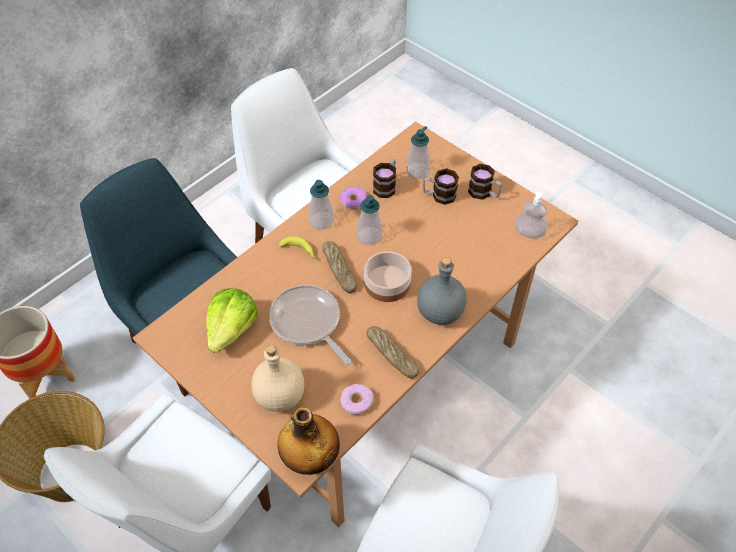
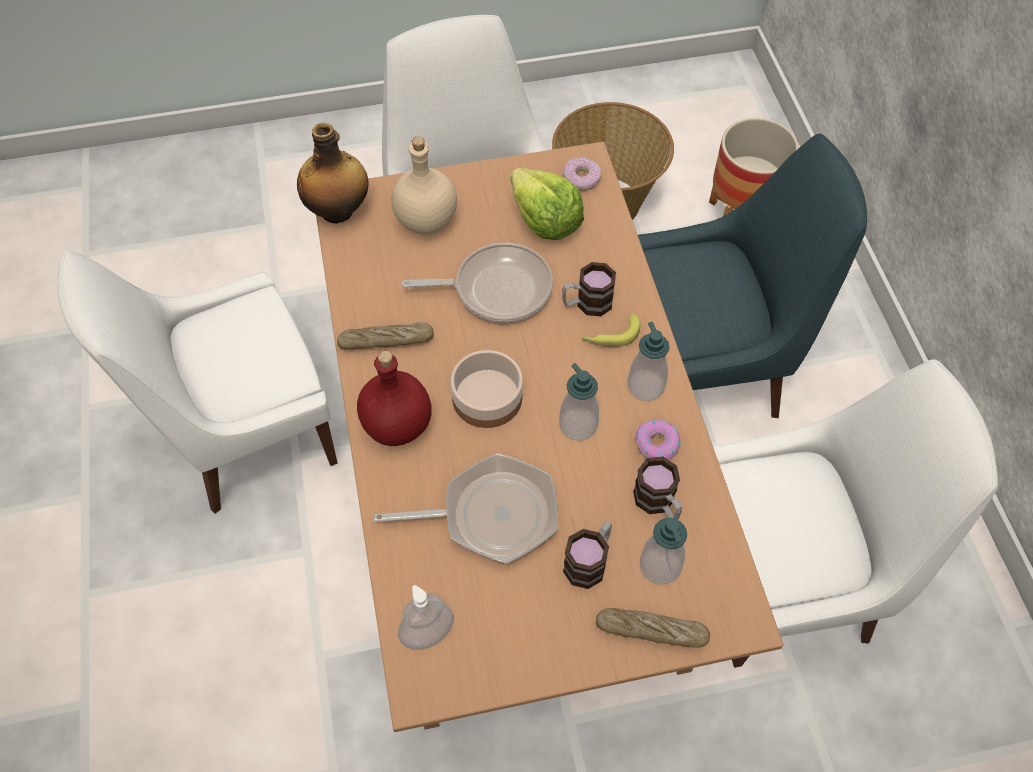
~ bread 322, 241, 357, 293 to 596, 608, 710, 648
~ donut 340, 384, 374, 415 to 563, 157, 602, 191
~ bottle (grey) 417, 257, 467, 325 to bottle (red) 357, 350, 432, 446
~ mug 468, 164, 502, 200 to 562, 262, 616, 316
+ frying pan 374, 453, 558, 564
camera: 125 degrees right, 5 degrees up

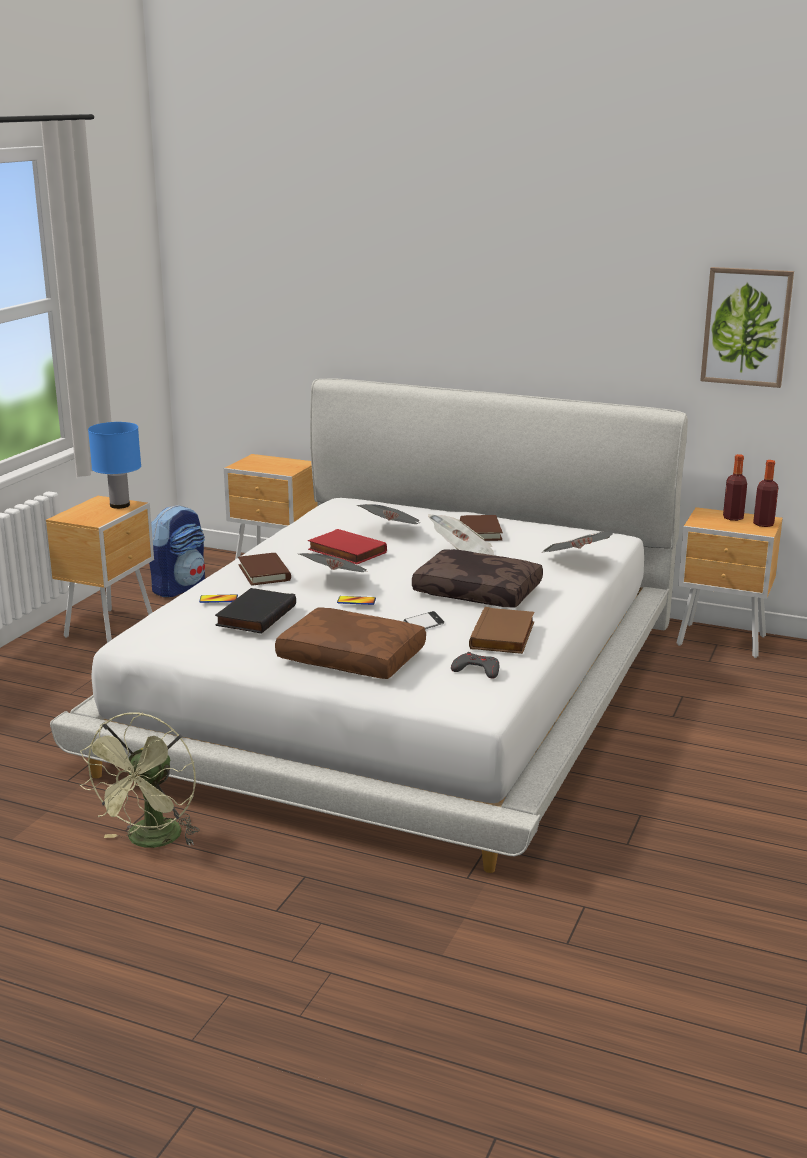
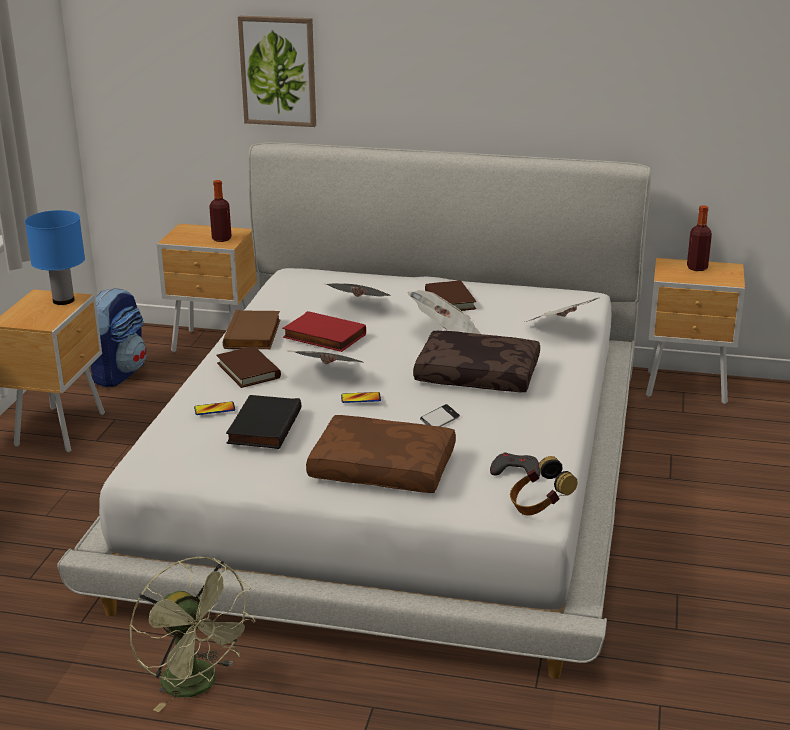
~ fan (green) 80, 712, 200, 848 = 129, 557, 256, 712 45 degrees counterclockwise
~ book (brown) 469, 607, 534, 654 to 223, 310, 281, 349
~ picture 700, 267, 794, 388 to 238, 16, 316, 127
~ bottle 753, 460, 778, 527 to 209, 180, 232, 242
+ headphones 510, 456, 578, 516
camera: 10 degrees left, 5 degrees up

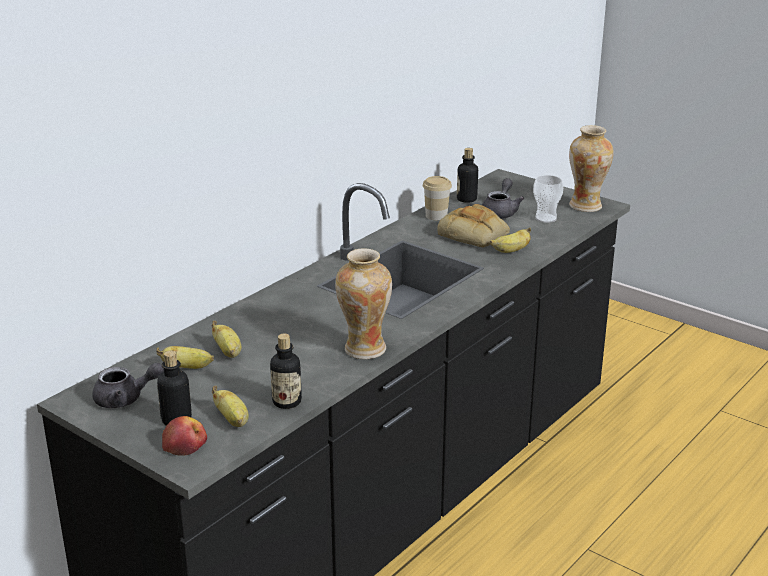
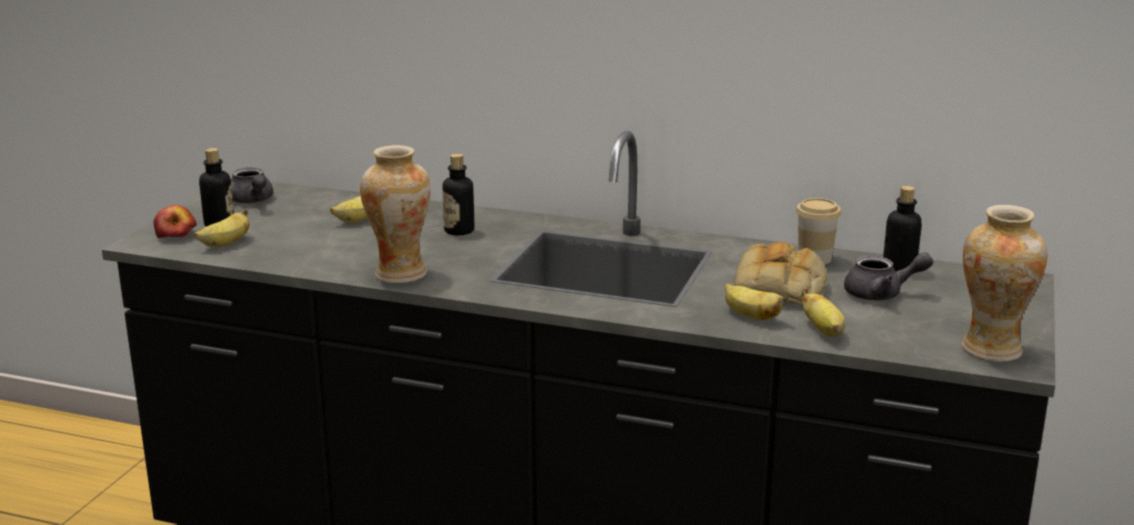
~ banana 156, 346, 214, 369 to 801, 288, 845, 337
~ bottle 270, 334, 302, 409 to 442, 154, 474, 235
- cup 533, 175, 563, 223
camera: 70 degrees right, 5 degrees down

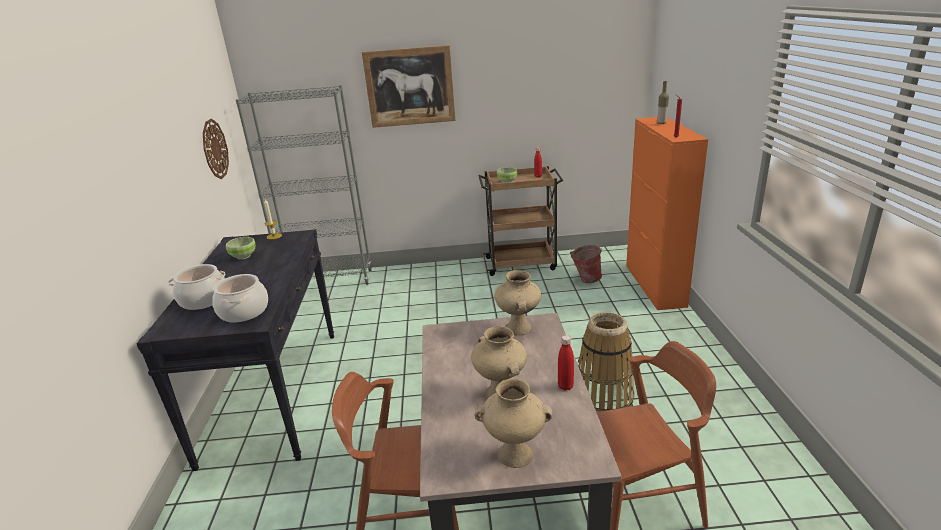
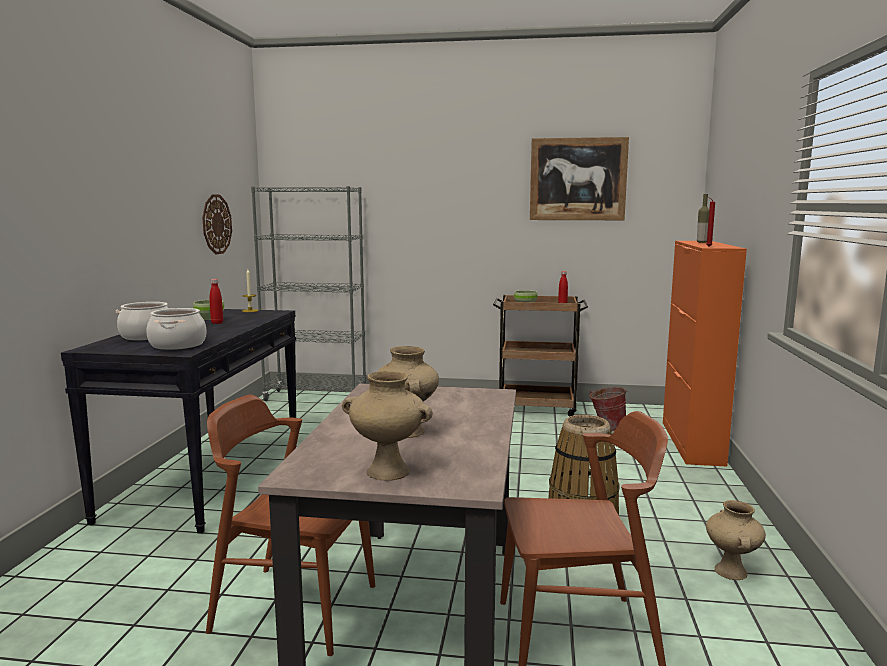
~ picture 362, 45, 456, 128 to 530, 137, 629, 220
~ vase (beige) 494, 270, 541, 335 to 706, 500, 766, 580
~ bottle (red) 558, 335, 574, 391 to 209, 279, 223, 324
camera: 10 degrees right, 15 degrees down

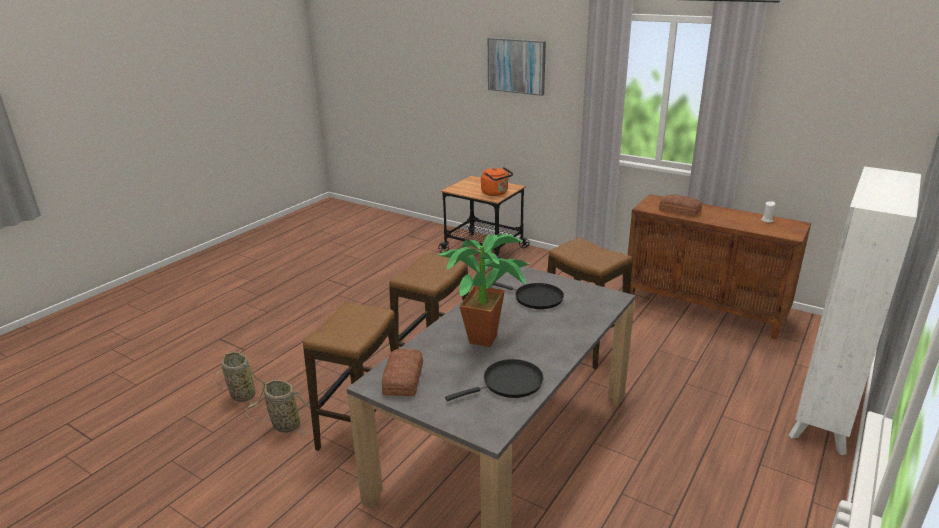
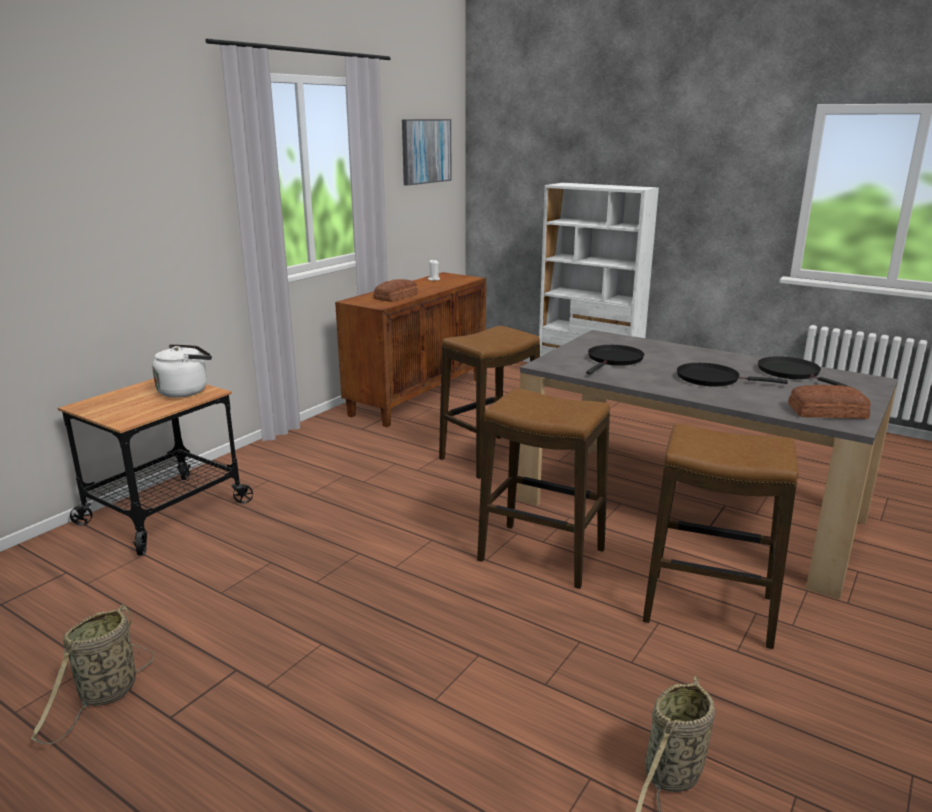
~ basket 246, 380, 313, 434 to 31, 604, 154, 744
~ potted plant 438, 234, 530, 347 to frying pan (black) 677, 363, 788, 387
~ kettle (orange) 481, 167, 513, 196 to kettle (white) 152, 344, 212, 398
~ picture 488, 38, 546, 96 to 402, 119, 452, 186
camera: 90 degrees left, 5 degrees down

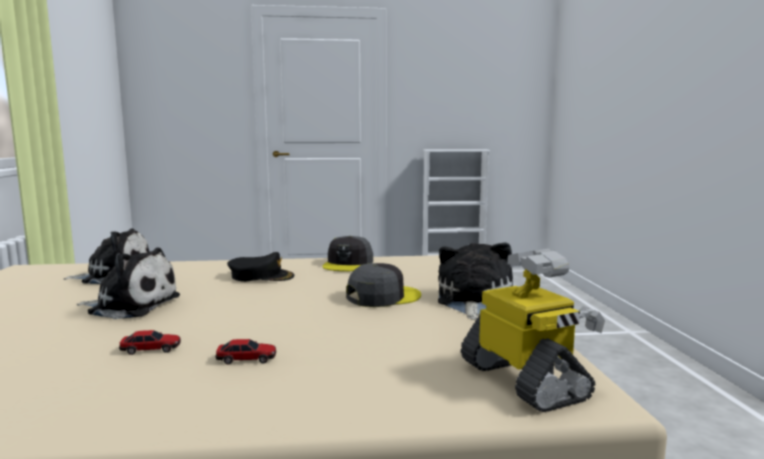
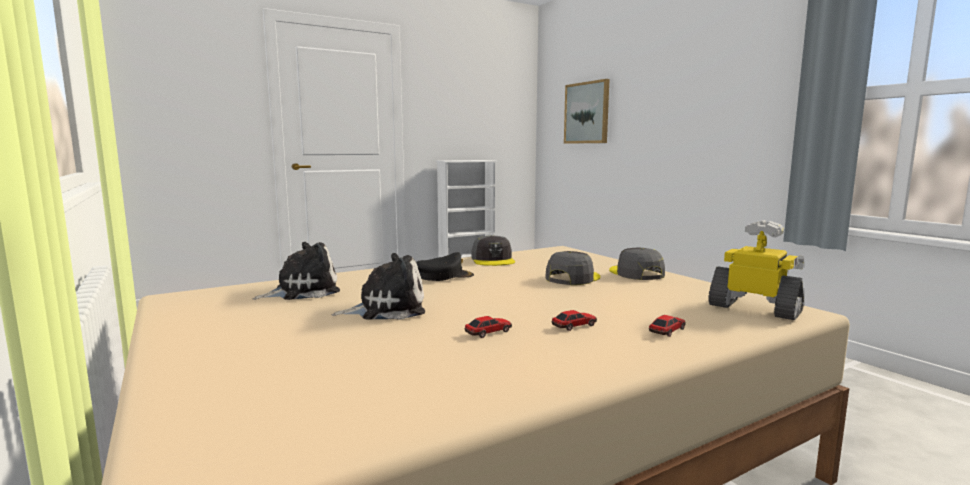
~ plush toy 438, 242, 513, 320 to cap (grey) 609, 248, 665, 280
+ picture 564, 79, 609, 144
+ toy car 649, 315, 686, 337
camera: 25 degrees left, 0 degrees up

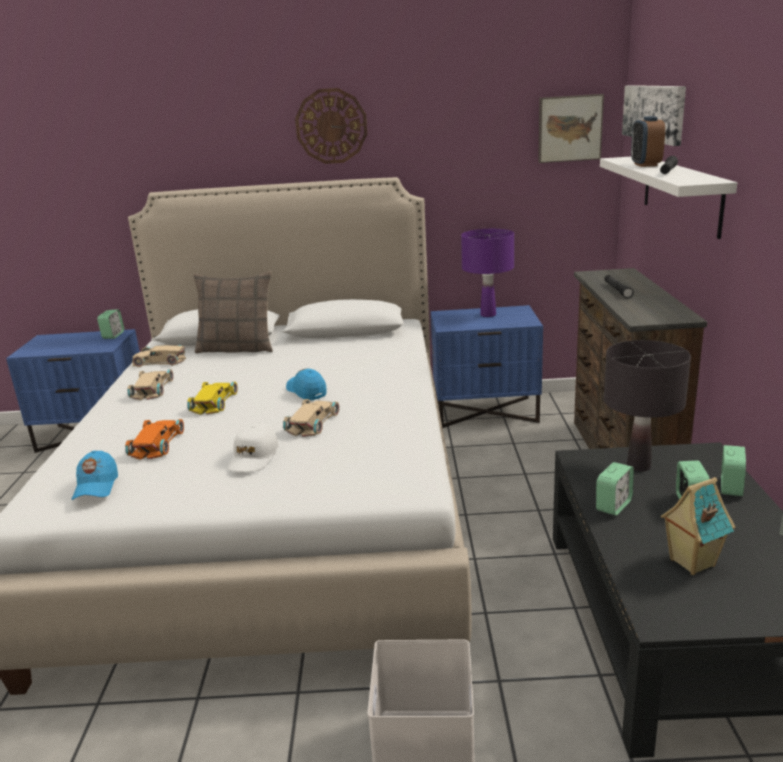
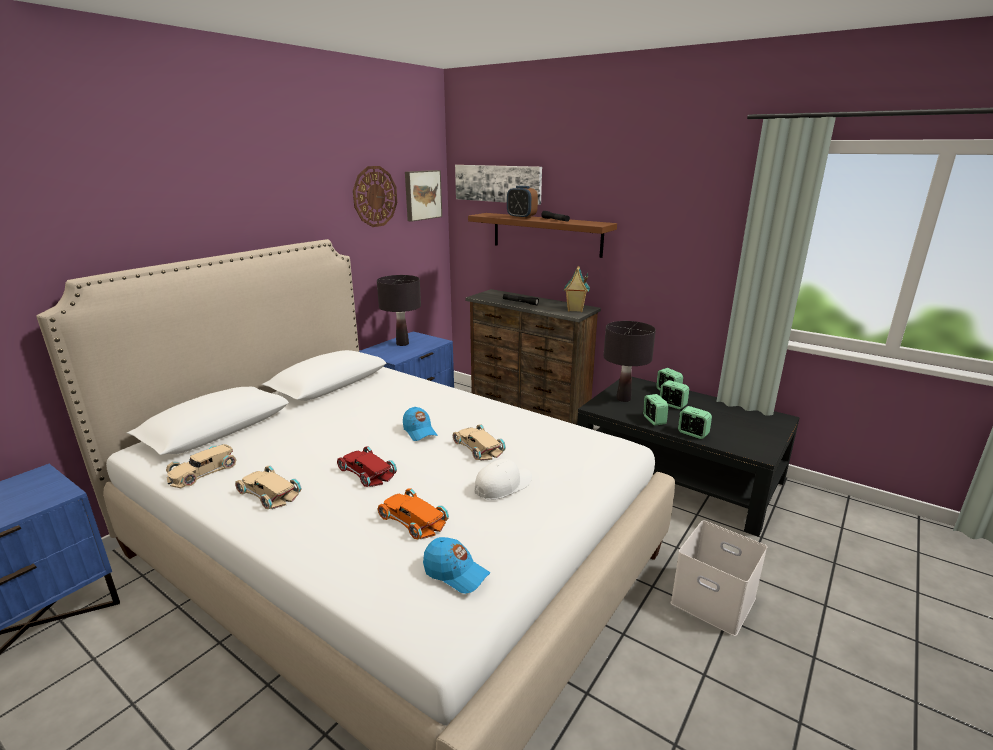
~ alarm clock 97, 309, 124, 339 to 678, 406, 712, 439
~ toy car (yellow) 187, 382, 237, 415 to toy car (red) 337, 446, 397, 487
- pillow 193, 271, 273, 354
~ cap (white) 228, 423, 279, 472 = 475, 459, 532, 500 90 degrees counterclockwise
~ cap (blue) 286, 368, 326, 400 = 403, 407, 438, 441 120 degrees counterclockwise
~ wall clock 295, 88, 367, 164 to 353, 166, 397, 227
~ table lamp (purple) 461, 229, 514, 317 to table lamp (black) 377, 275, 421, 346
~ shelf (white) 600, 157, 737, 239 to shelf (brown) 468, 213, 617, 258
~ toy house 661, 477, 735, 575 to 563, 266, 590, 312
camera: 55 degrees left, 0 degrees up

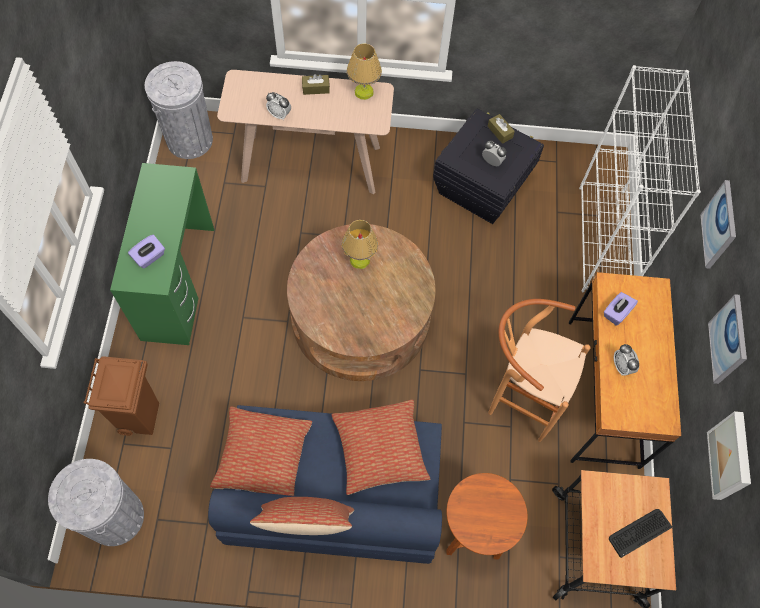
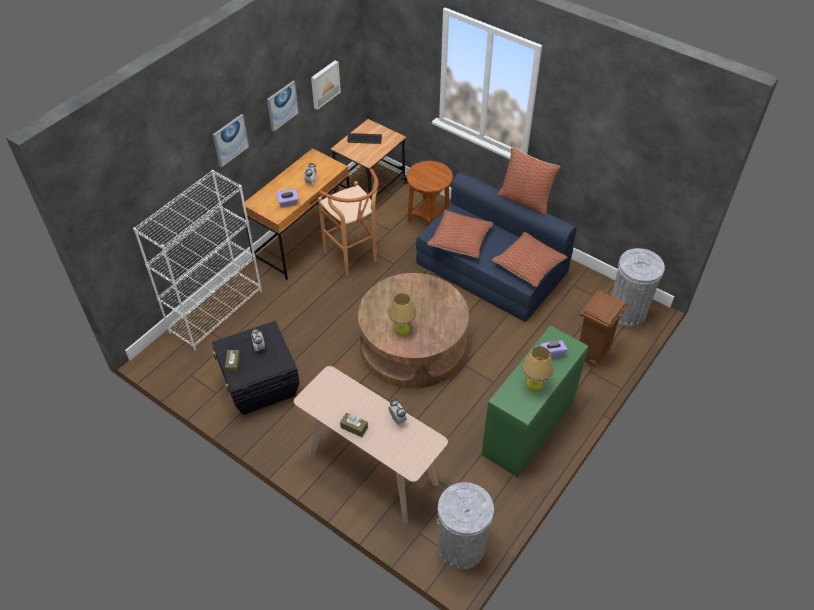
~ table lamp 347, 43, 382, 100 to 522, 346, 554, 392
camera: 145 degrees left, 15 degrees down

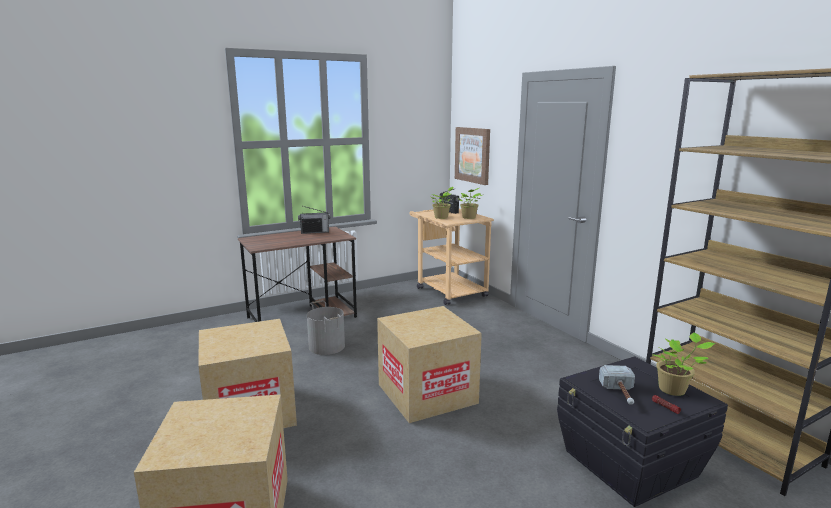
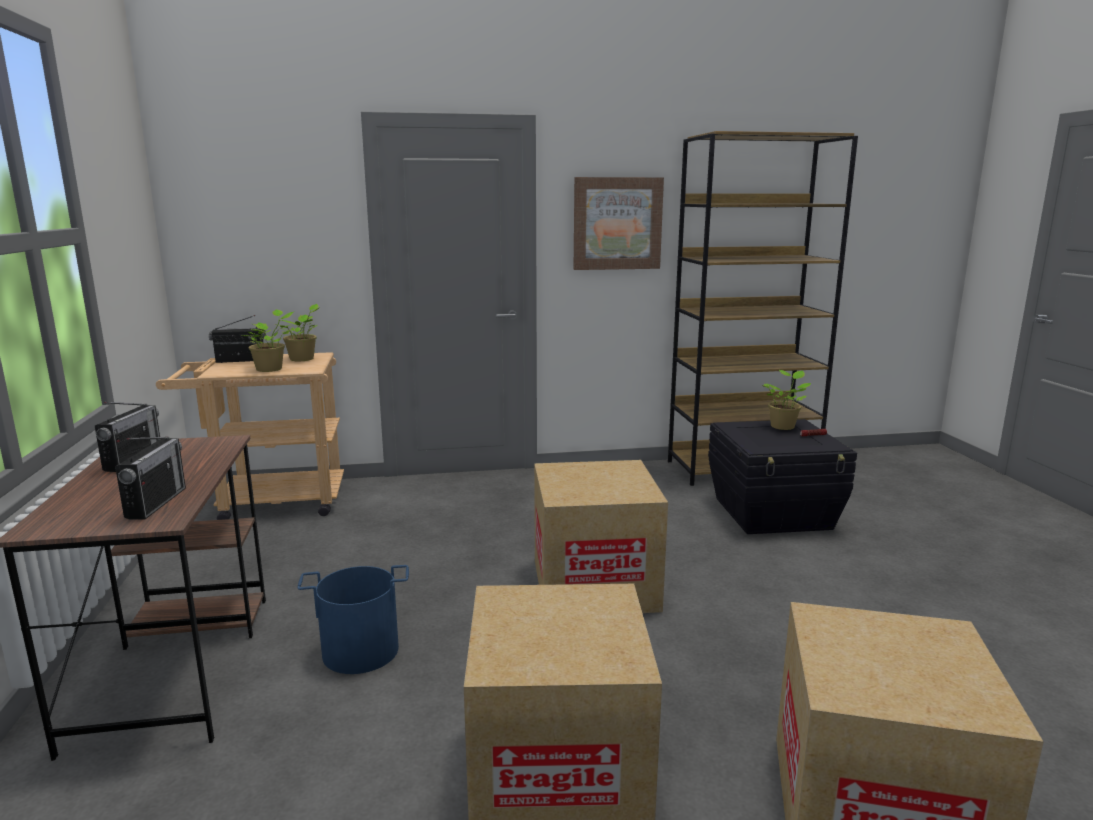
~ bucket (grey) 307, 300, 345, 355 to bucket (blue) 297, 565, 409, 674
~ picture 455, 127, 490, 185 to 574, 177, 664, 270
- hammer 599, 365, 635, 405
+ radio 115, 437, 186, 520
camera: 70 degrees left, 0 degrees up

